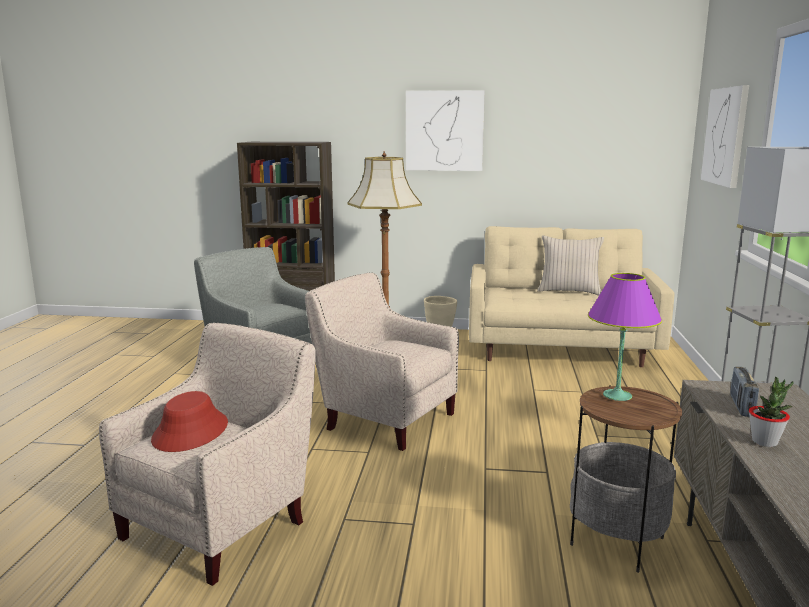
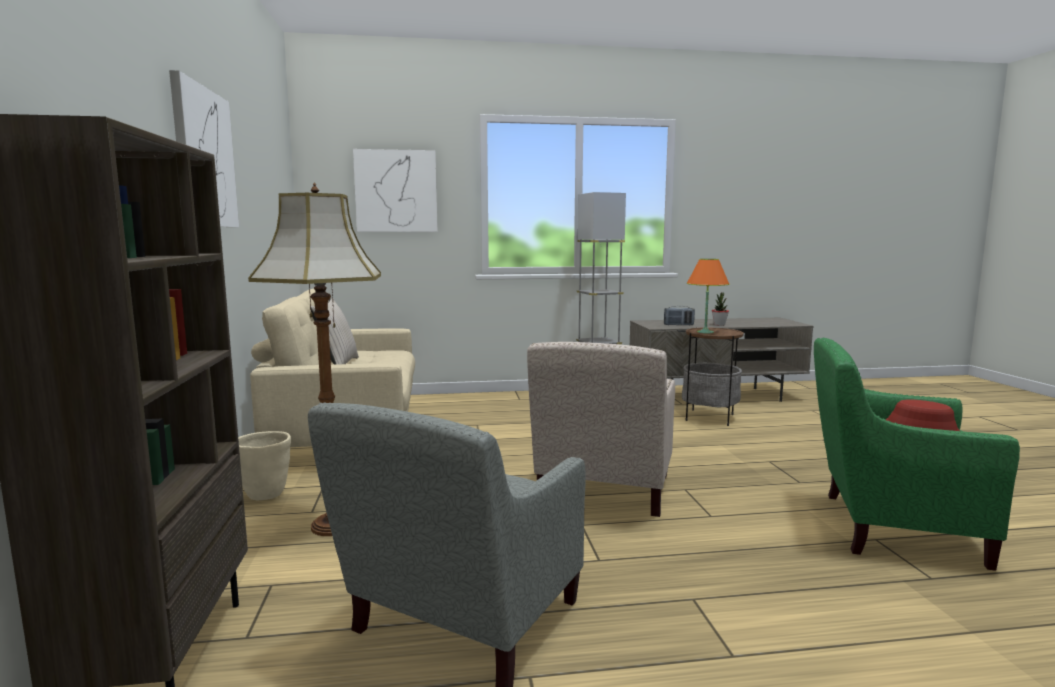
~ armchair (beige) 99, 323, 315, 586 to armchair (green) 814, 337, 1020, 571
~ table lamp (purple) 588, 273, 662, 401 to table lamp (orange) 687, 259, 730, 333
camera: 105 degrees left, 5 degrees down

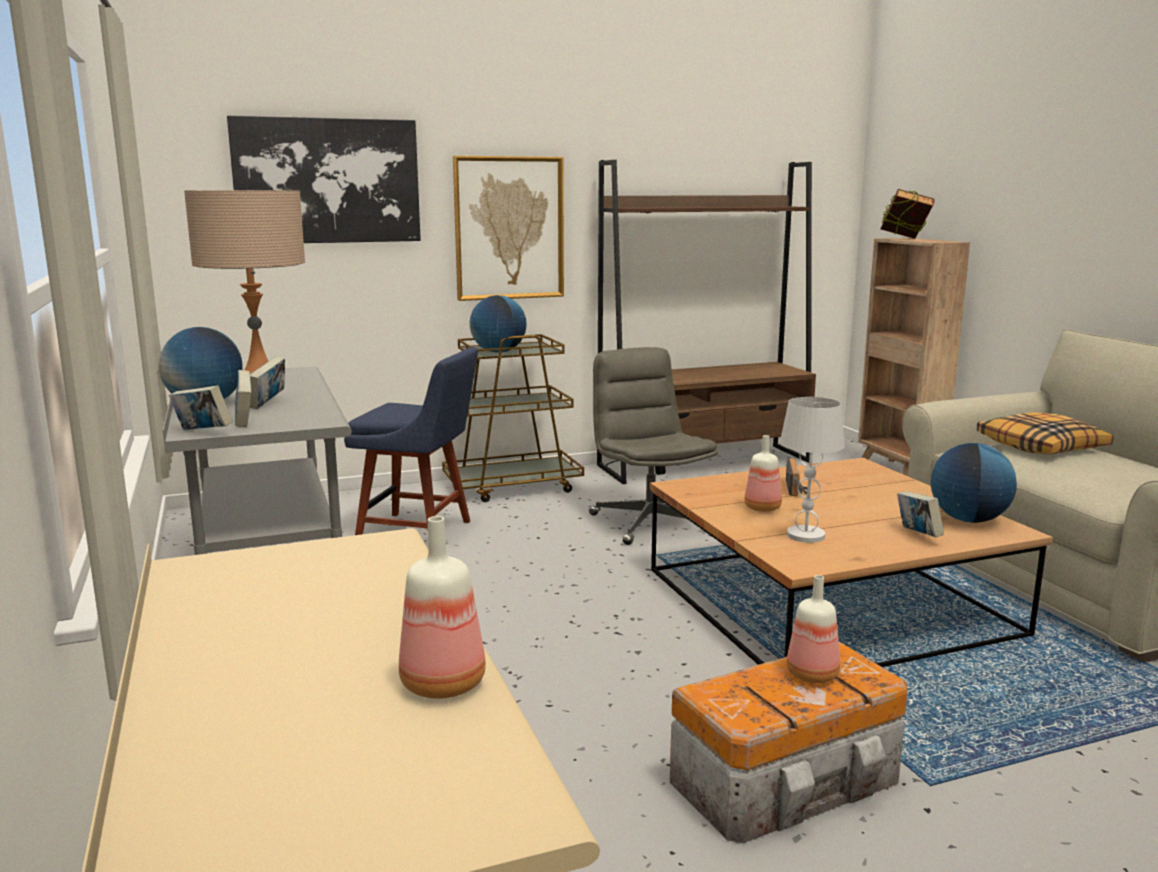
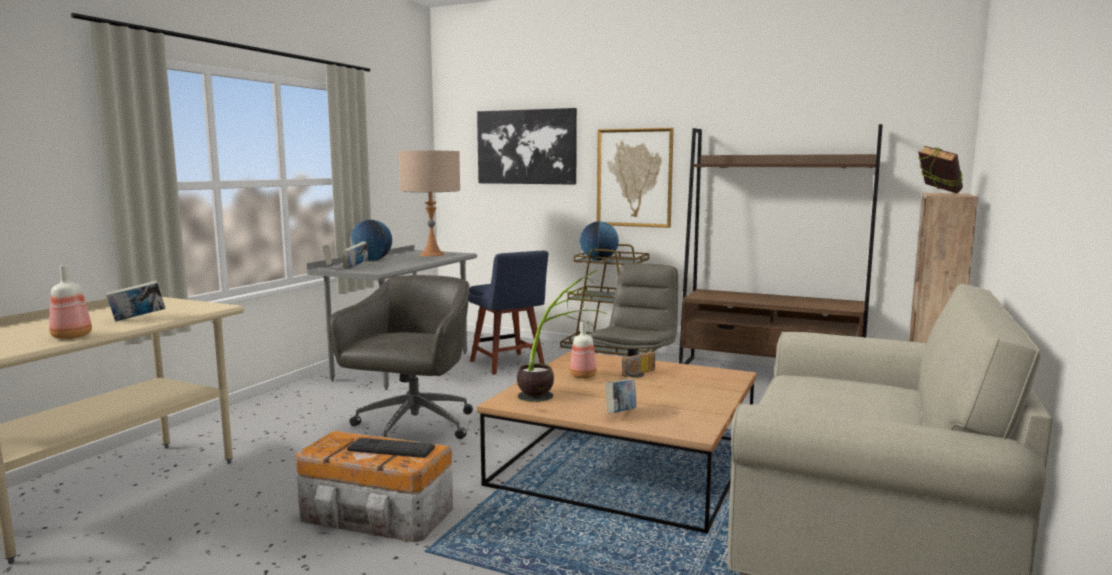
~ book 250, 357, 285, 409 to 105, 280, 166, 322
~ table lamp (white) 780, 397, 845, 543 to potted plant 517, 270, 607, 402
~ bottle 787, 575, 840, 683 to keyboard 347, 437, 435, 458
- globe 931, 443, 1017, 523
- pillow 977, 412, 1113, 454
+ office chair (grey) 329, 275, 473, 439
camera: 45 degrees right, 5 degrees down

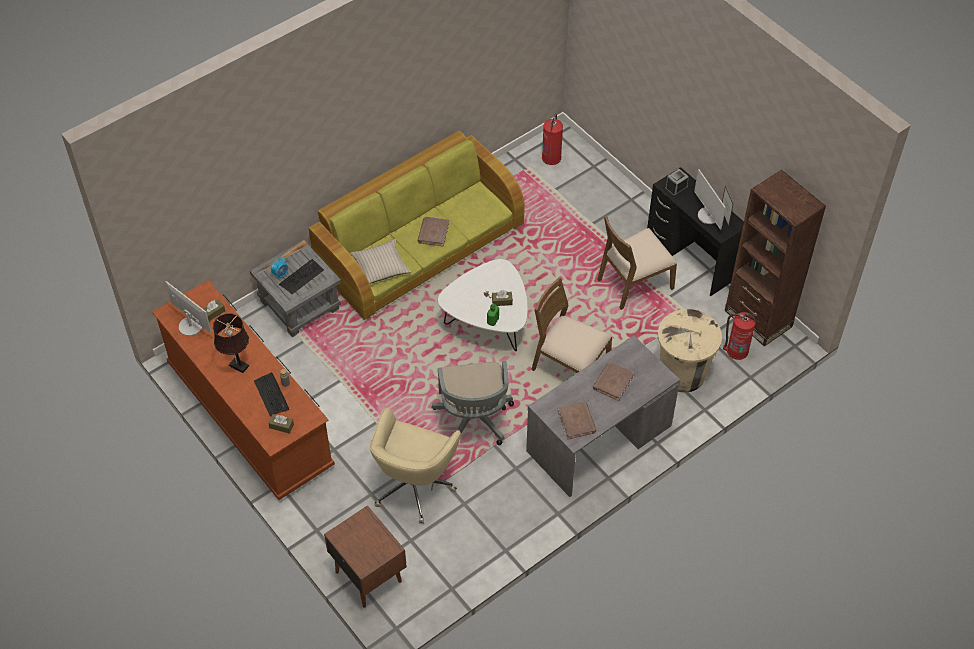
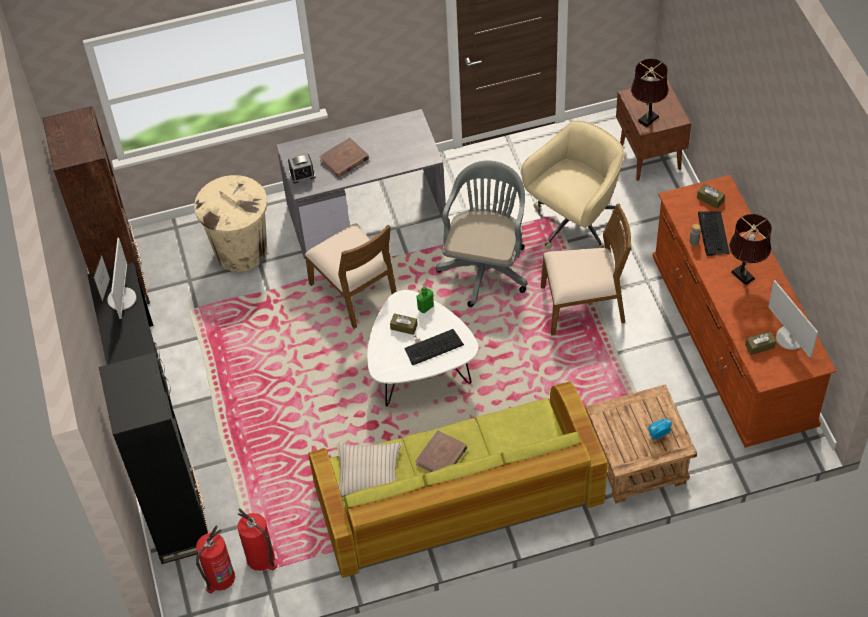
~ side table (grey) 250, 240, 341, 337 to side table (brown) 585, 384, 697, 504
~ keyboard 279, 259, 324, 294 to 404, 329, 464, 365
~ pillow (beige) 350, 239, 411, 284 to 336, 442, 402, 497
- book (brown) 558, 401, 596, 440
~ chair (brown) 598, 216, 677, 310 to 541, 204, 631, 336
~ alarm clock 665, 169, 689, 196 to 288, 153, 315, 184
~ fire extinguisher 723, 312, 759, 360 to 237, 508, 277, 571
+ bookcase (black) 99, 352, 209, 564
+ table lamp (brown) 631, 58, 669, 127
camera: 155 degrees left, 0 degrees up

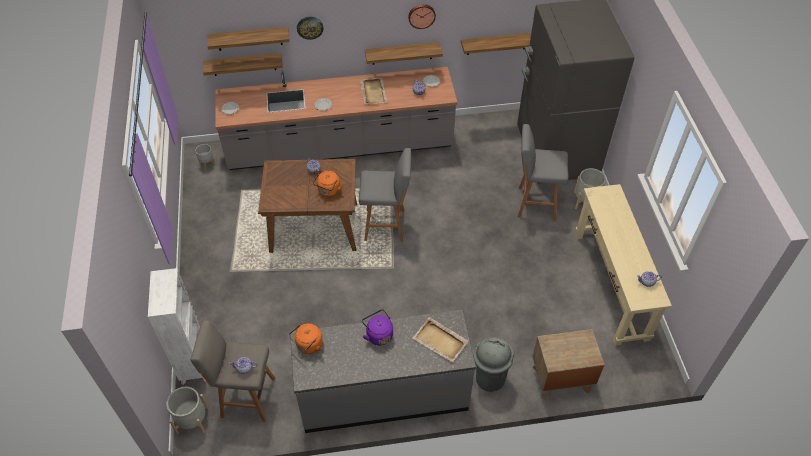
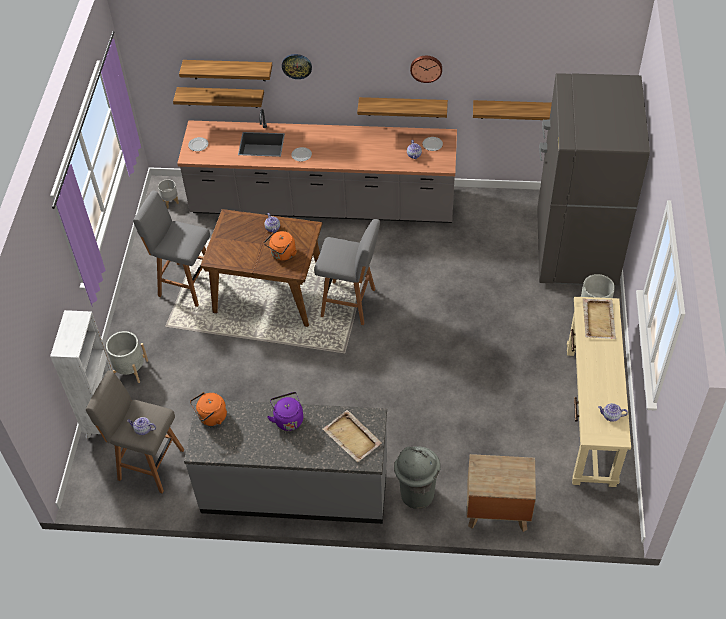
~ planter (grey) 167, 387, 208, 434 to 106, 331, 148, 383
~ tray (beige) 360, 77, 388, 104 to 583, 299, 617, 339
~ stool (grey) 518, 124, 569, 221 to 133, 190, 210, 307
camera: 15 degrees right, 0 degrees up

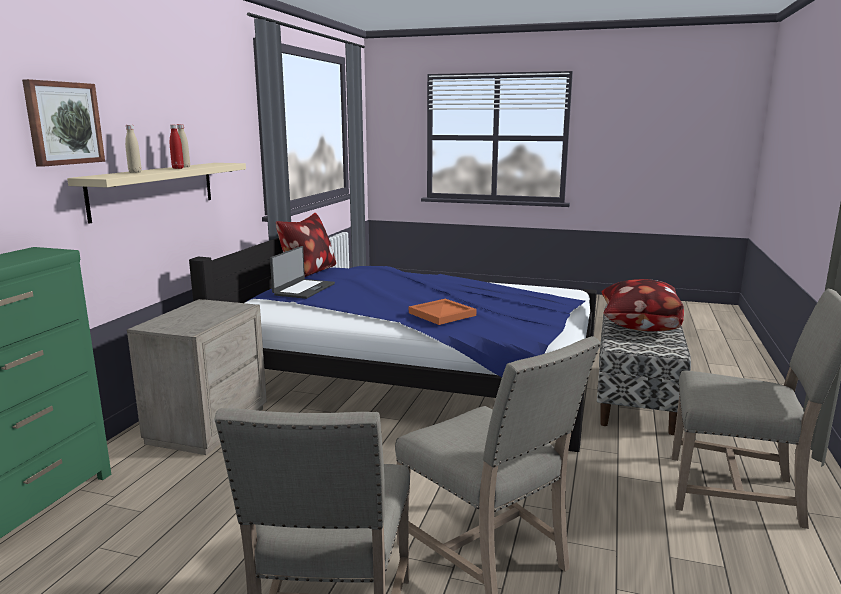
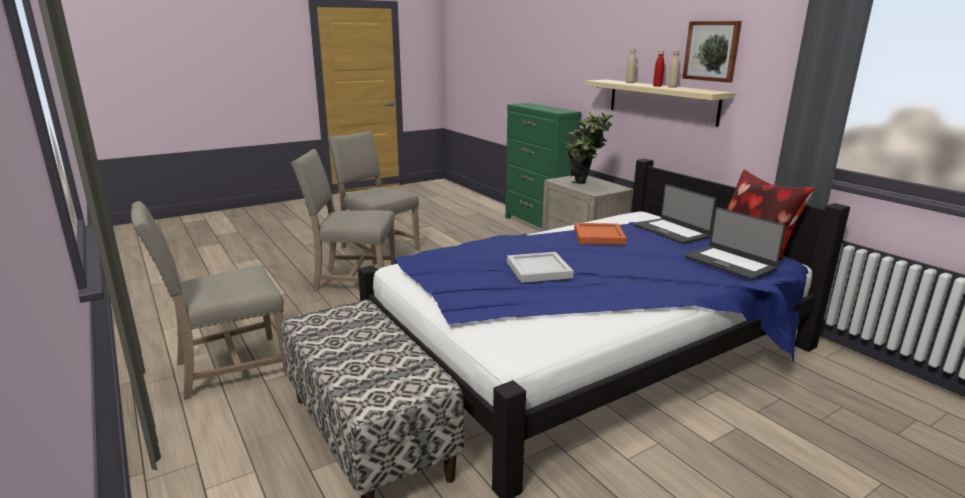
~ picture 22, 79, 105, 167 to 682, 21, 742, 83
~ tray (orange) 409, 299, 476, 325 to 574, 223, 627, 245
- pillow 602, 279, 684, 331
+ tray (white) 507, 252, 574, 283
+ potted plant 566, 112, 613, 184
+ laptop 685, 207, 786, 280
camera: 130 degrees right, 5 degrees up

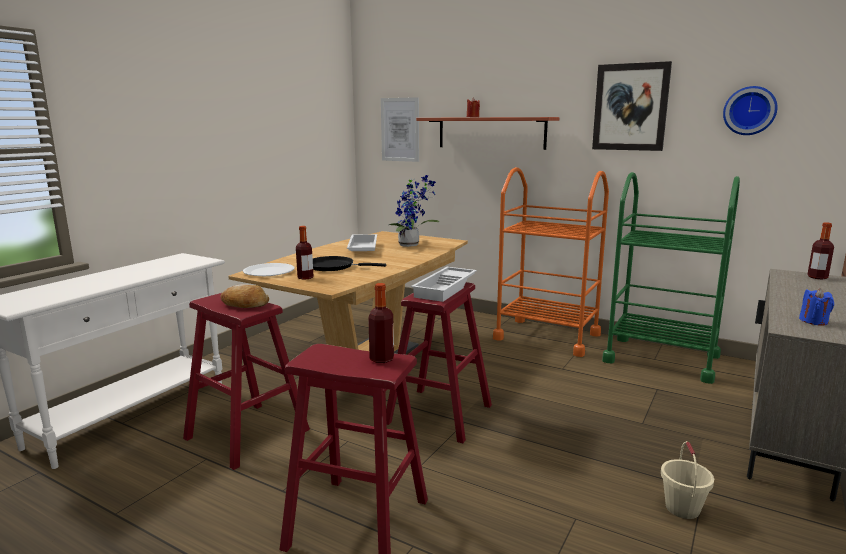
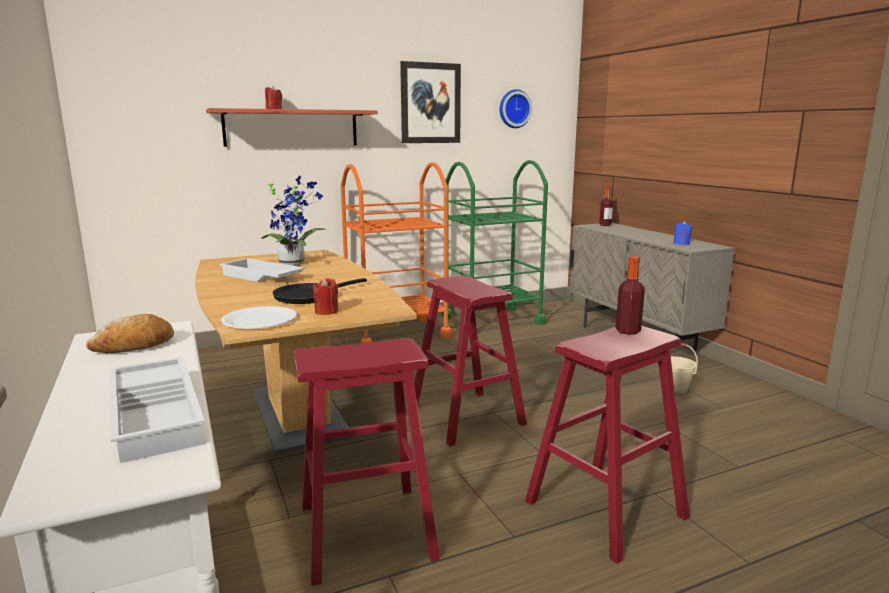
~ bread 221, 284, 269, 308 to 86, 314, 174, 353
~ bottle 296, 226, 314, 280 to candle (red) 313, 278, 339, 315
- picture 381, 97, 419, 162
~ tray (white) 411, 267, 477, 302 to 109, 357, 205, 463
camera: 55 degrees left, 0 degrees up

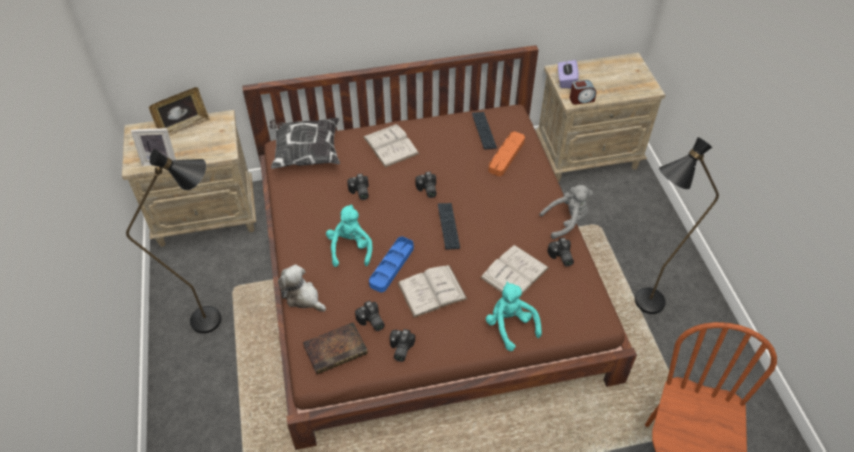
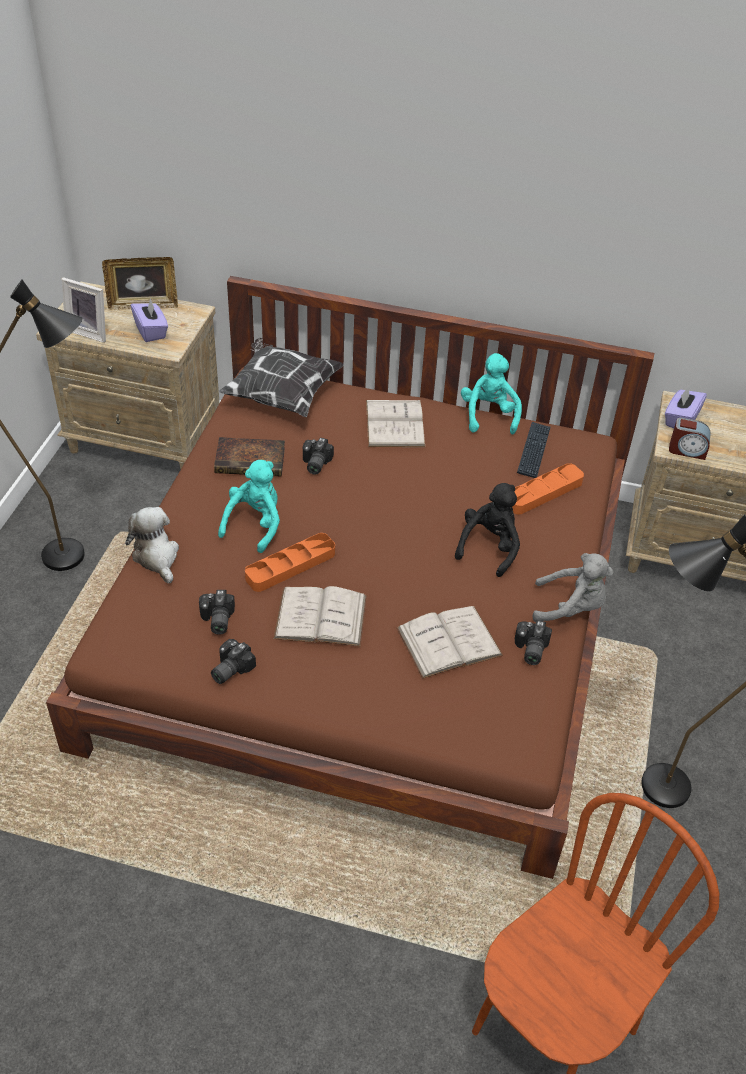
~ book 303, 323, 368, 374 to 214, 437, 285, 477
~ tray (blue) 369, 237, 414, 292 to tray (orange) 245, 533, 335, 592
- photo camera 415, 172, 437, 198
- keyboard 437, 203, 460, 250
~ plush toy (turquoise) 486, 281, 542, 351 to 461, 353, 522, 434
+ tissue box (purple) 131, 298, 168, 342
+ plush toy (black) 455, 483, 520, 577
camera: 25 degrees right, 5 degrees down

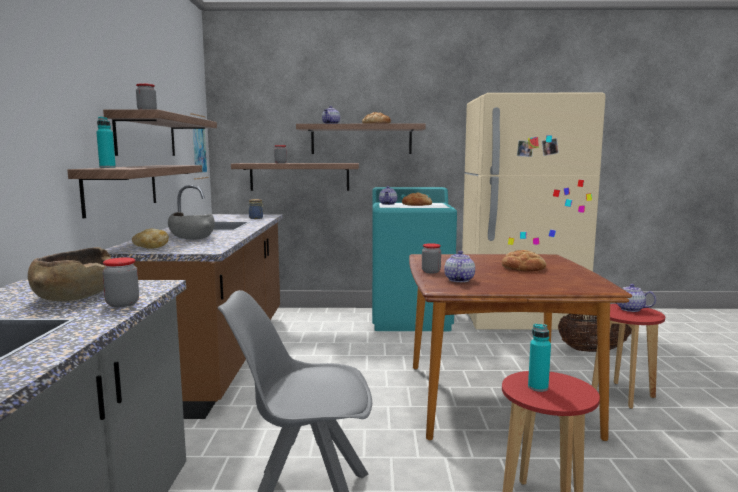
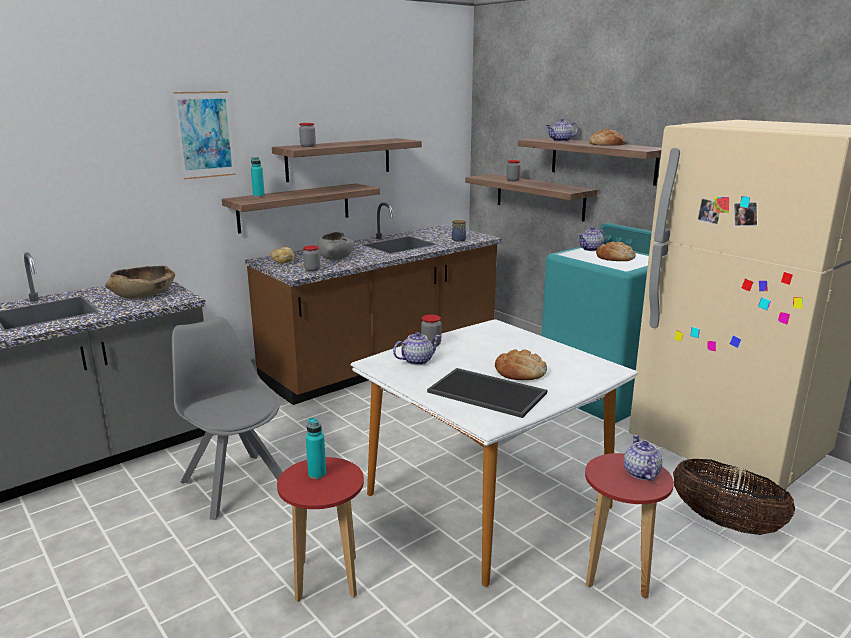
~ jar 102, 258, 139, 307 to 303, 246, 320, 271
~ picture 190, 113, 209, 180 to 173, 91, 236, 180
~ dining table (brown) 409, 254, 632, 441 to dining table (white) 351, 319, 638, 587
+ tray 427, 368, 547, 418
camera: 50 degrees right, 10 degrees up

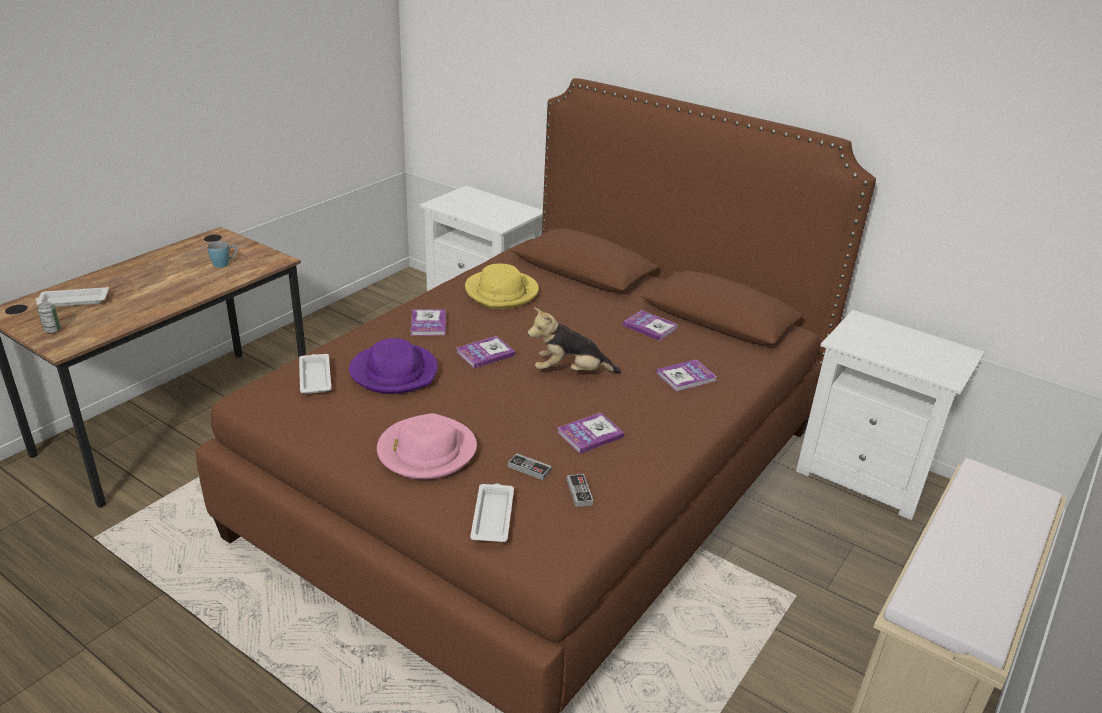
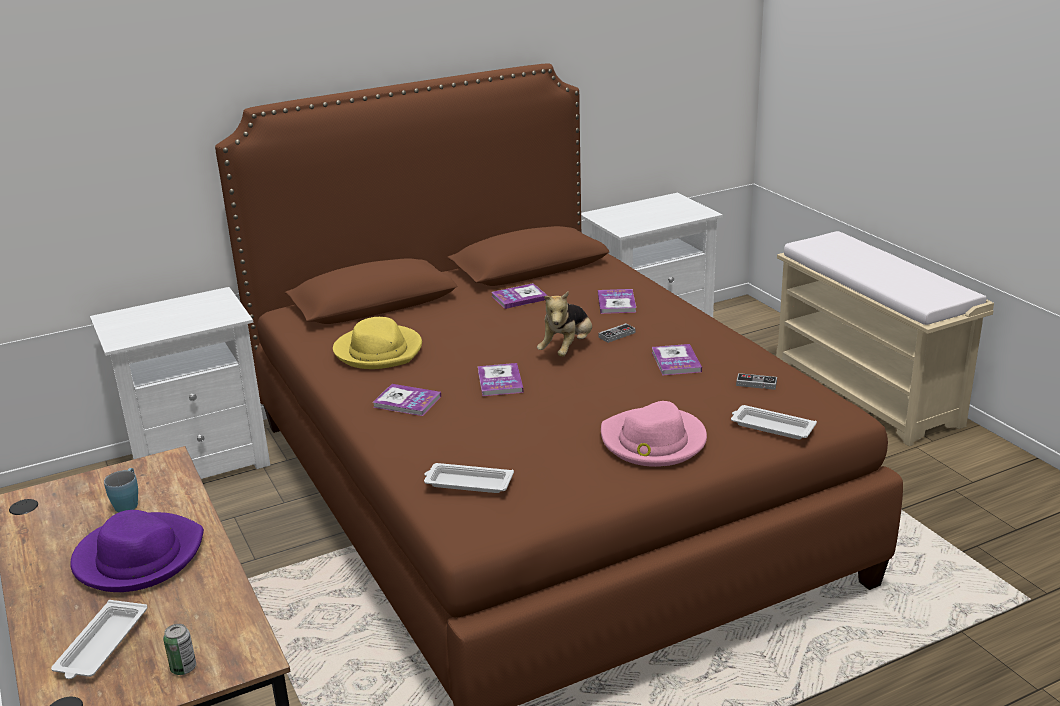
~ hat (purple) 349, 338, 438, 394 to 70, 510, 204, 592
~ game controller 508, 453, 551, 480 to 598, 323, 636, 343
camera: 60 degrees left, 5 degrees down

